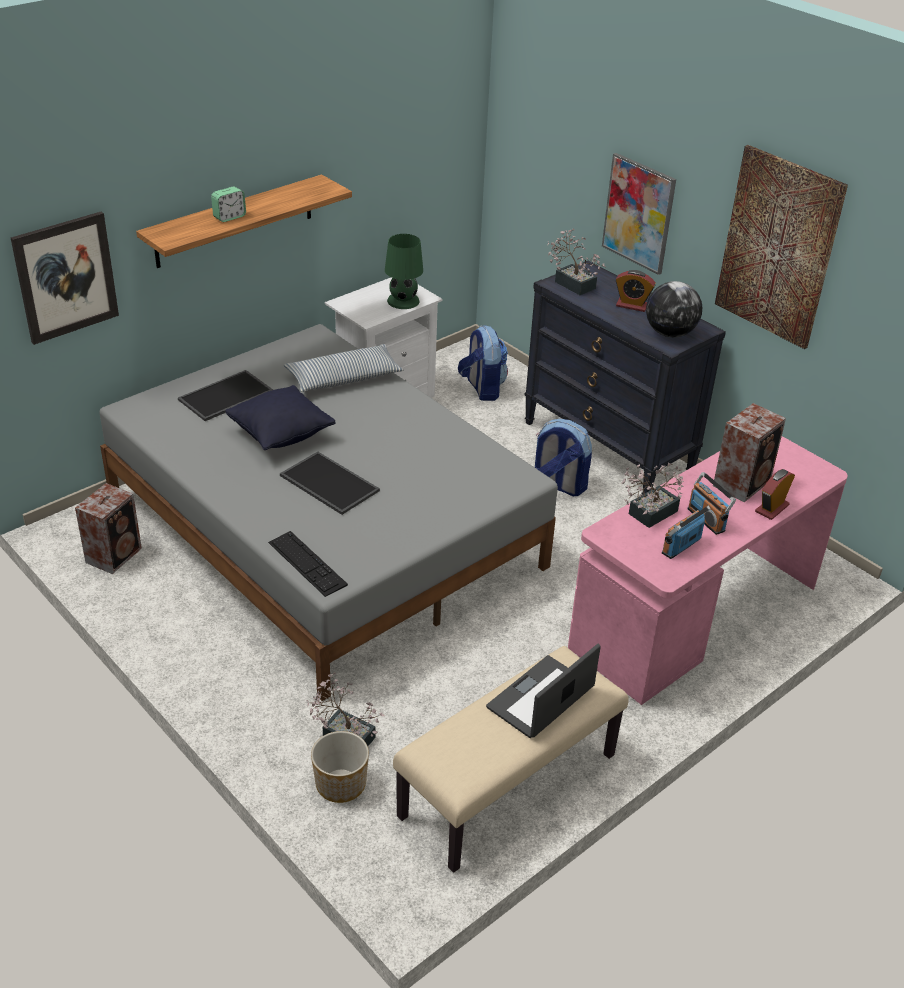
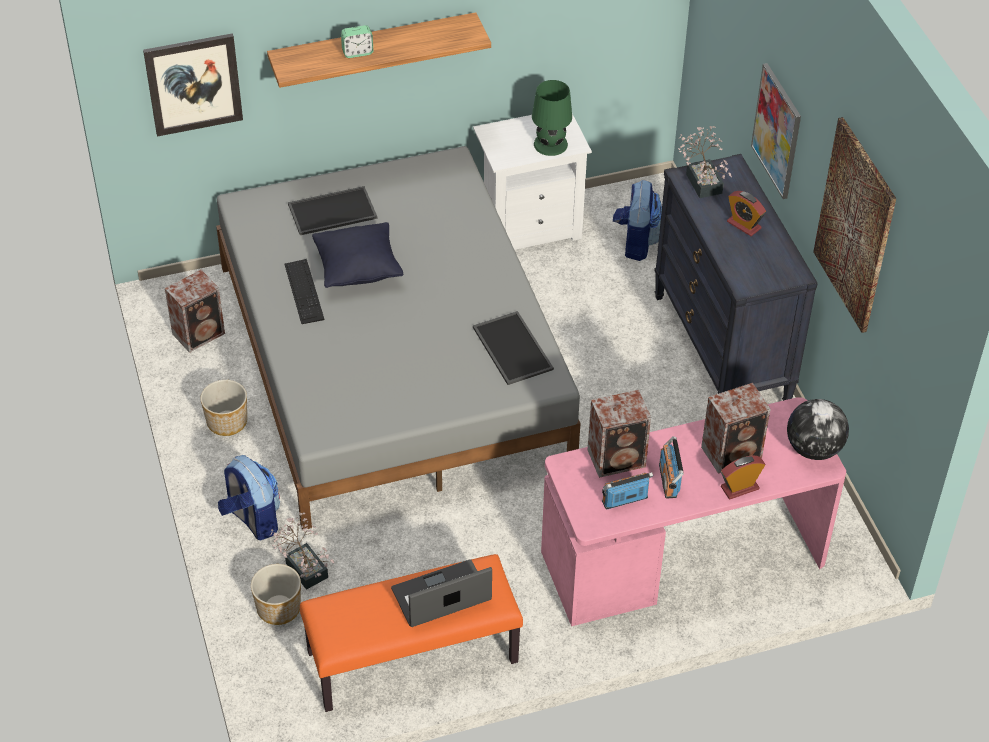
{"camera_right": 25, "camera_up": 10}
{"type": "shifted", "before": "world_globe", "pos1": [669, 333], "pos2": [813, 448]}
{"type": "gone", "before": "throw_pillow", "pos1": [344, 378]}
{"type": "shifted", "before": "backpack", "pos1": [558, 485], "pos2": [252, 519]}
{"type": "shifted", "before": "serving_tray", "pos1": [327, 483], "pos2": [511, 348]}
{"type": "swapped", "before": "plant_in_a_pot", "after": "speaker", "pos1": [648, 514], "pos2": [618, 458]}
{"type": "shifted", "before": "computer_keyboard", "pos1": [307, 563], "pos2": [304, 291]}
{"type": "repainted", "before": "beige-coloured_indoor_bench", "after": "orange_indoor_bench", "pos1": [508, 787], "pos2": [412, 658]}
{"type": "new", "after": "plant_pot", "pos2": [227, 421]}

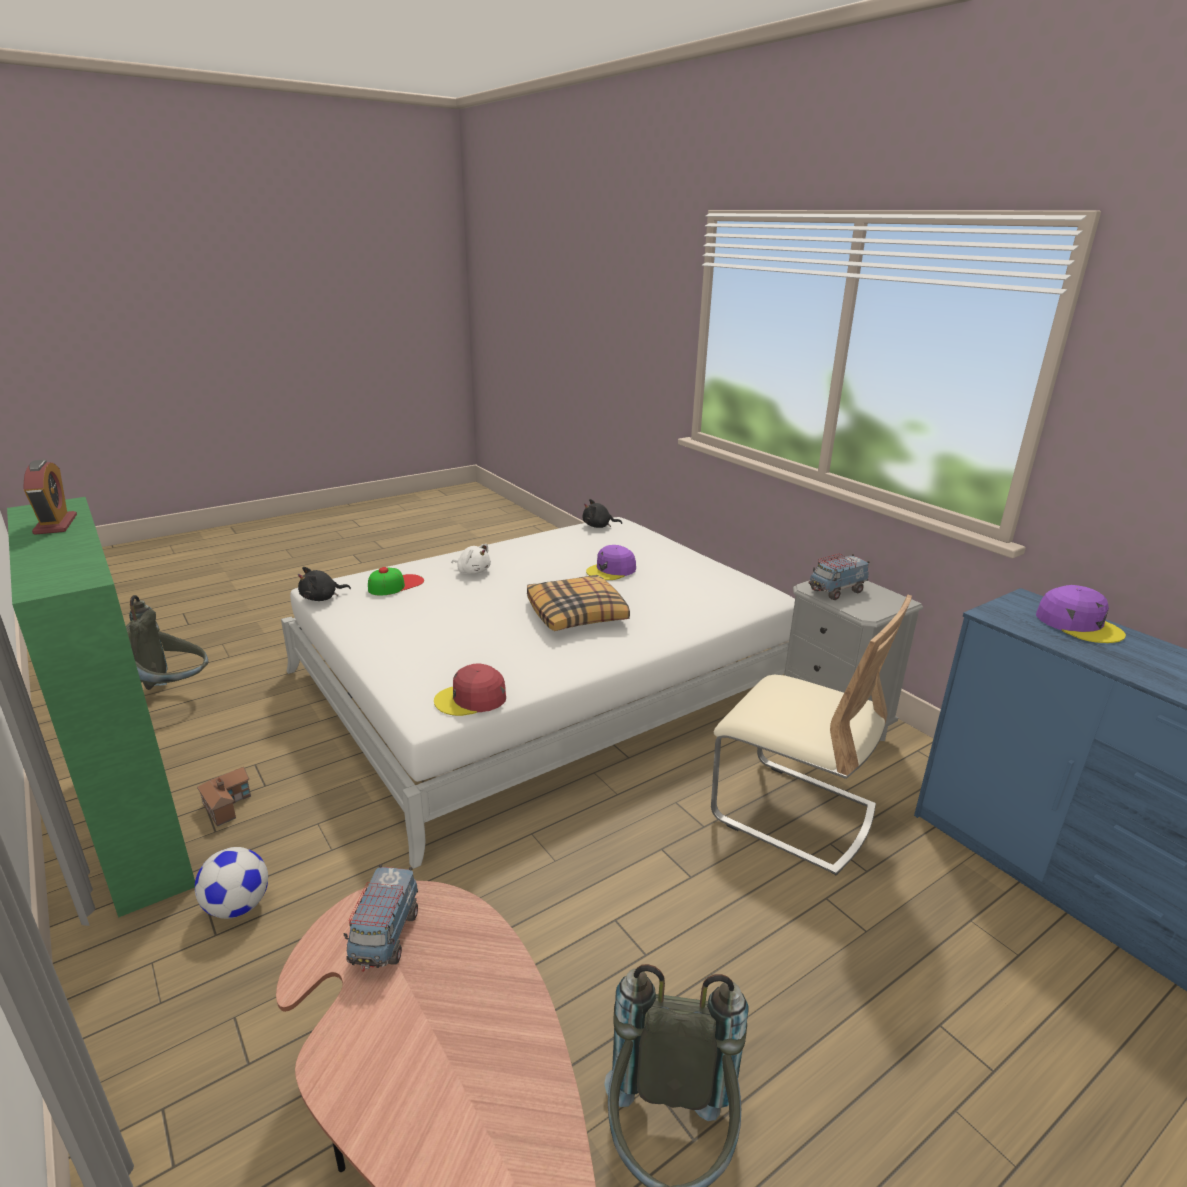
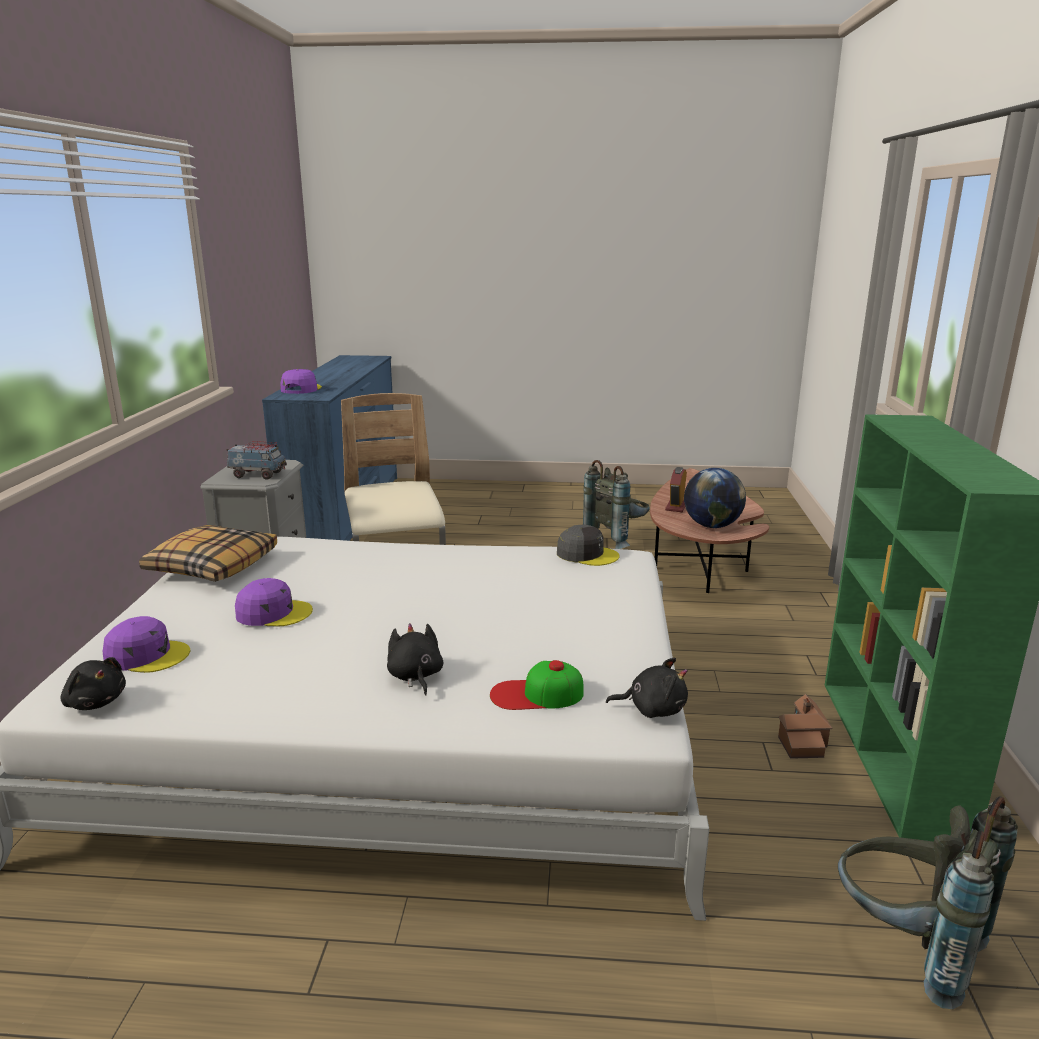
{"camera_right": -140, "camera_up": -5}
{"type": "shifted", "before": "bedside_clock", "pos1": [56, 524], "pos2": [676, 506]}
{"type": "repainted", "before": "white_cuddly_toy", "after": "blackish_cuddly_toy", "pos1": [473, 571], "pos2": [415, 676]}
{"type": "shifted", "before": "throw_pillow", "pos1": [577, 614], "pos2": [212, 566]}
{"type": "repainted", "before": "reddish_cap", "after": "gray_cap", "pos1": [471, 699], "pos2": [587, 554]}
{"type": "gone", "before": "football_ball", "pos1": [237, 906]}
{"type": "swapped", "before": "toy_lorry", "after": "world_globe", "pos1": [385, 936], "pos2": [712, 526]}
{"type": "new", "after": "purple_cap", "pos2": [147, 655]}

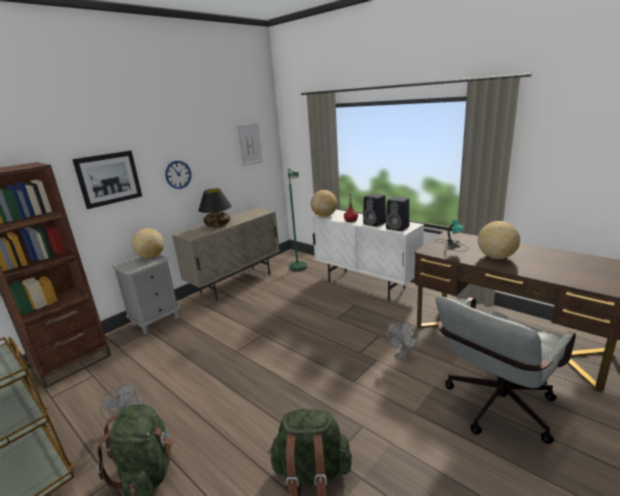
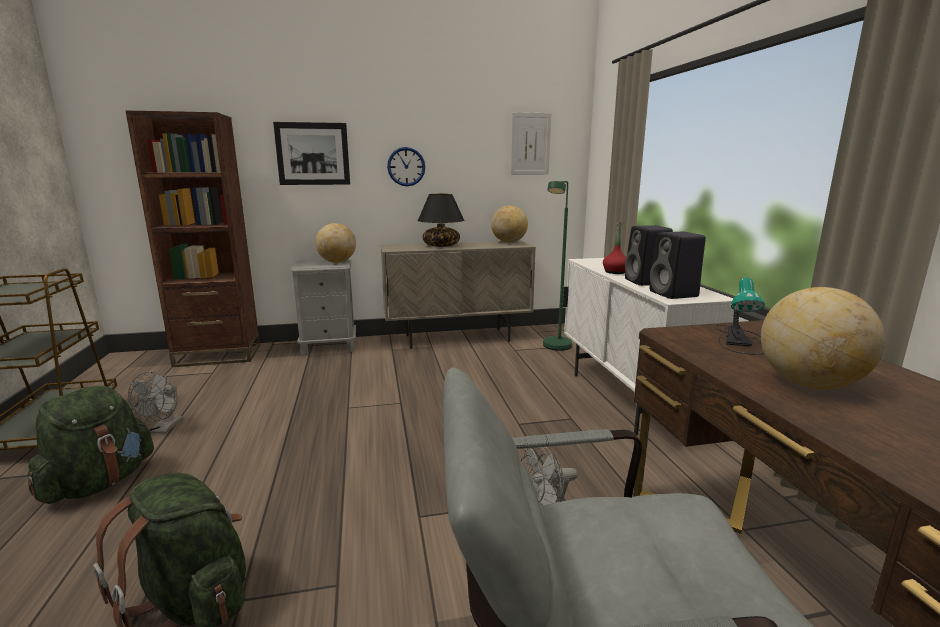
{"camera_right": 35, "camera_up": -5}
{"type": "shifted", "before": "world_globe", "pos1": [324, 216], "pos2": [509, 242]}

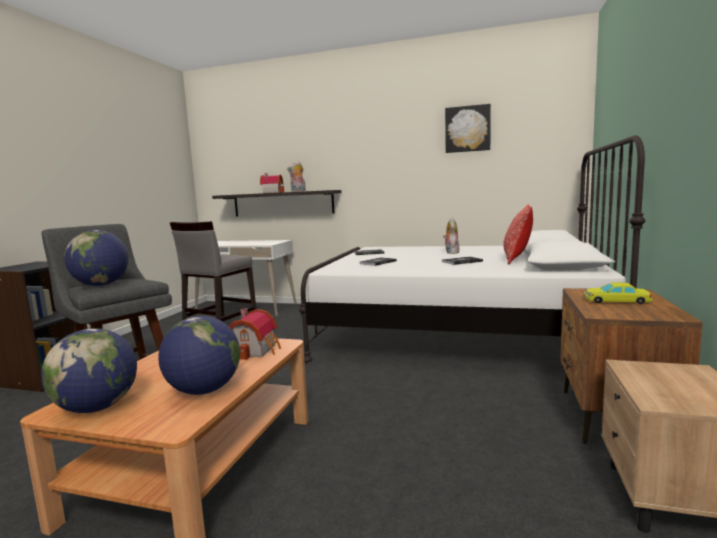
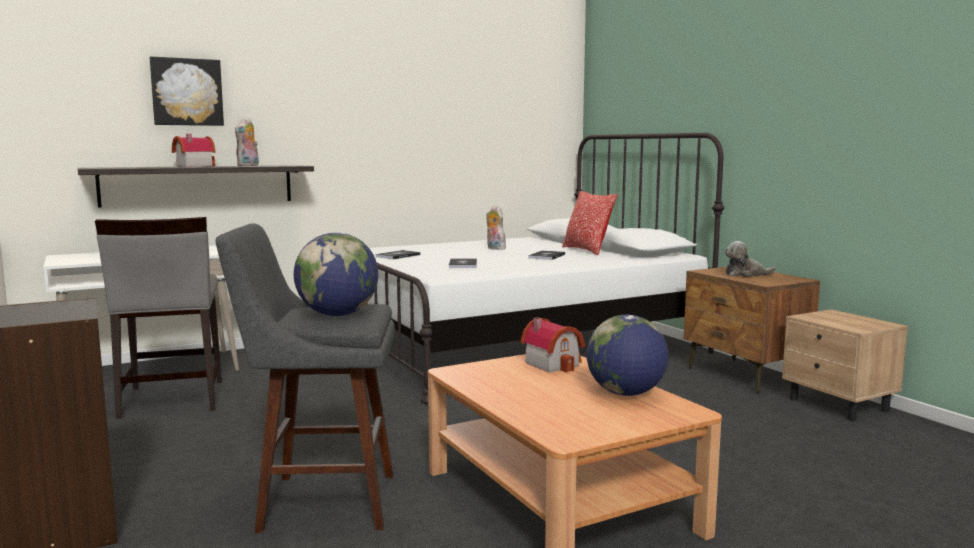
{"camera_right": -45, "camera_up": 0}
{"type": "shifted", "before": "wall_picture", "pos1": [467, 129], "pos2": [187, 92]}
{"type": "swapped", "before": "yellow_miniature_car", "after": "cuddly_toy", "pos1": [616, 300], "pos2": [745, 274]}
{"type": "gone", "before": "world_globe", "pos1": [97, 408]}

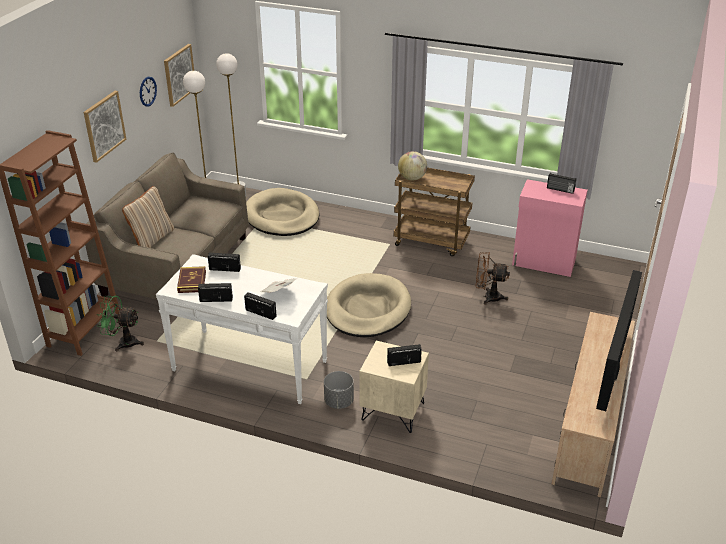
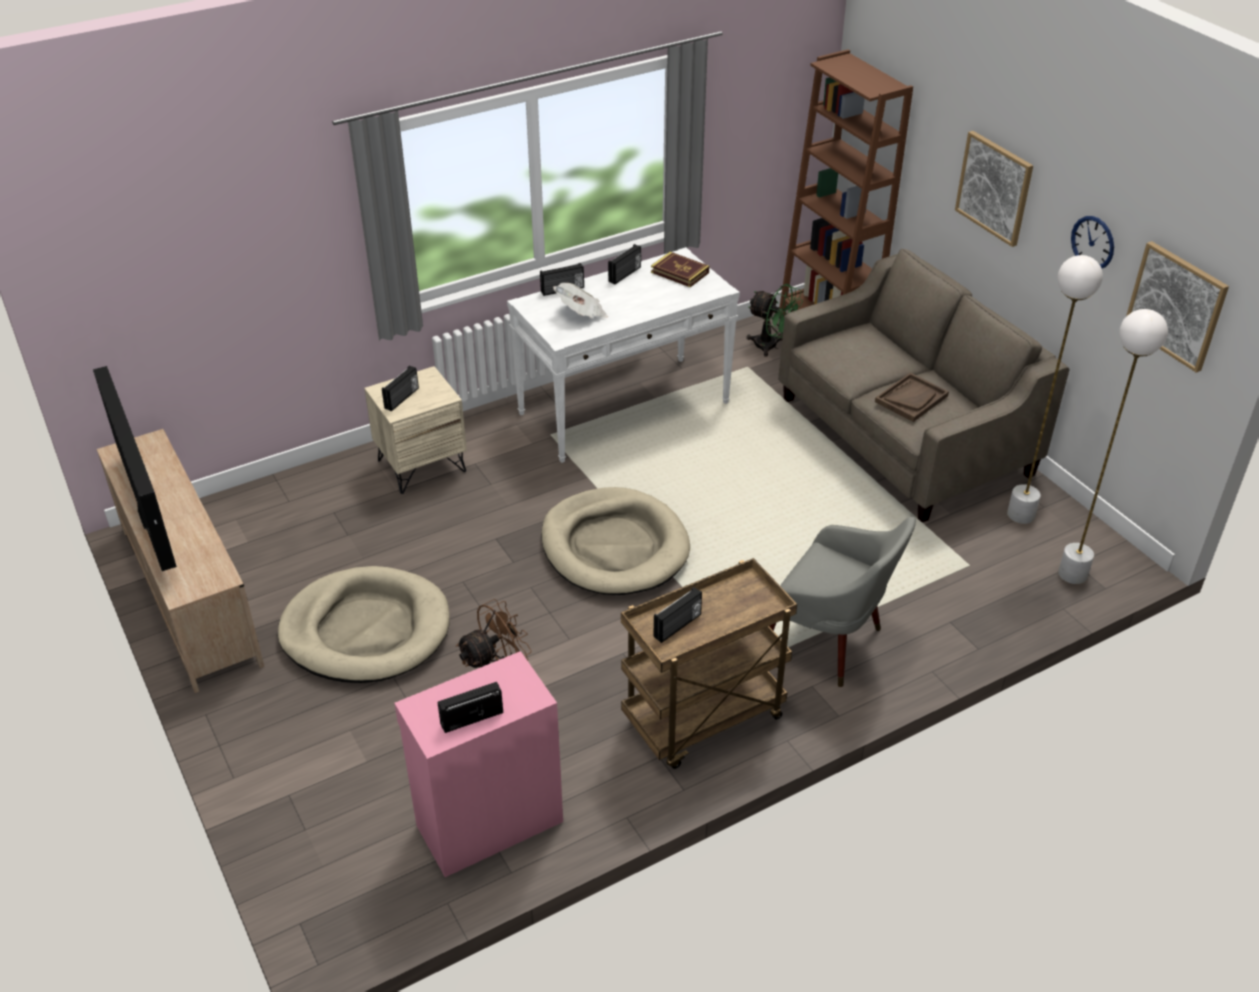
{"camera_right": 130, "camera_up": 5}
{"type": "gone", "before": "world_globe", "pos1": [412, 178]}
{"type": "gone", "before": "beige-coloured_throw_pillow", "pos1": [152, 238]}
{"type": "shifted", "before": "beige-coloured_pet_bed", "pos1": [282, 216], "pos2": [366, 630]}
{"type": "shifted", "before": "radio_set", "pos1": [225, 269], "pos2": [678, 626]}
{"type": "rotated", "before": "green_cooling_fan", "pos1": [123, 342], "pos2": [771, 346], "turn": 75}
{"type": "gone", "before": "gray_plant_pot", "pos1": [338, 401]}
{"type": "new", "after": "brownish_serving_tray", "pos2": [911, 399]}
{"type": "new", "after": "gray_armchair", "pos2": [830, 643]}

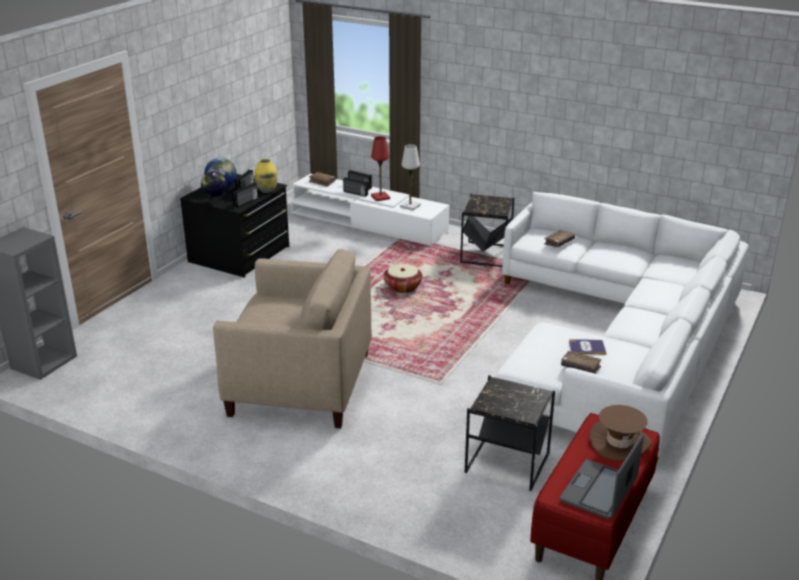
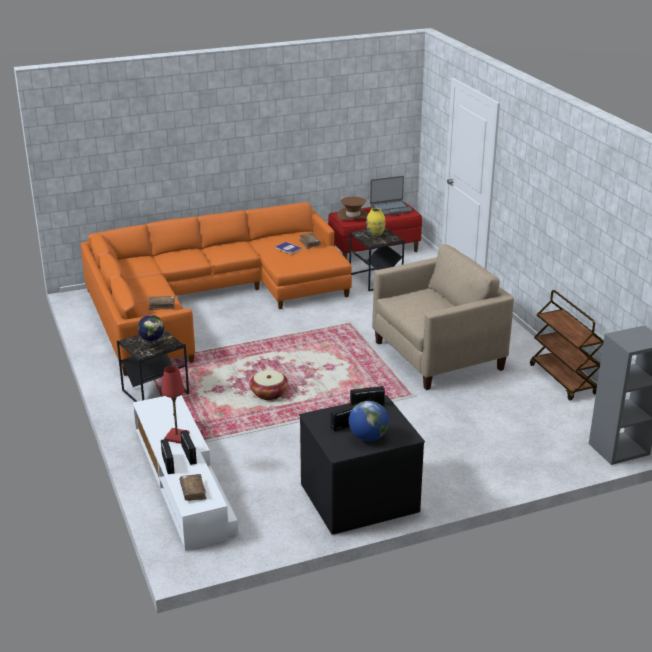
{"camera_right": -140, "camera_up": 0}
{"type": "gone", "before": "white_table_lamp", "pos1": [410, 206]}
{"type": "shifted", "before": "yellow_flower_vase", "pos1": [266, 190], "pos2": [375, 235]}
{"type": "shifted", "before": "world_globe", "pos1": [215, 202], "pos2": [152, 345]}
{"type": "repainted", "before": "white_settee", "after": "orange_settee", "pos1": [619, 342], "pos2": [207, 300]}
{"type": "rotated", "before": "beige-coloured_armchair", "pos1": [300, 384], "pos2": [437, 356], "turn": 105}
{"type": "new", "after": "brownish_cart", "pos2": [563, 380]}

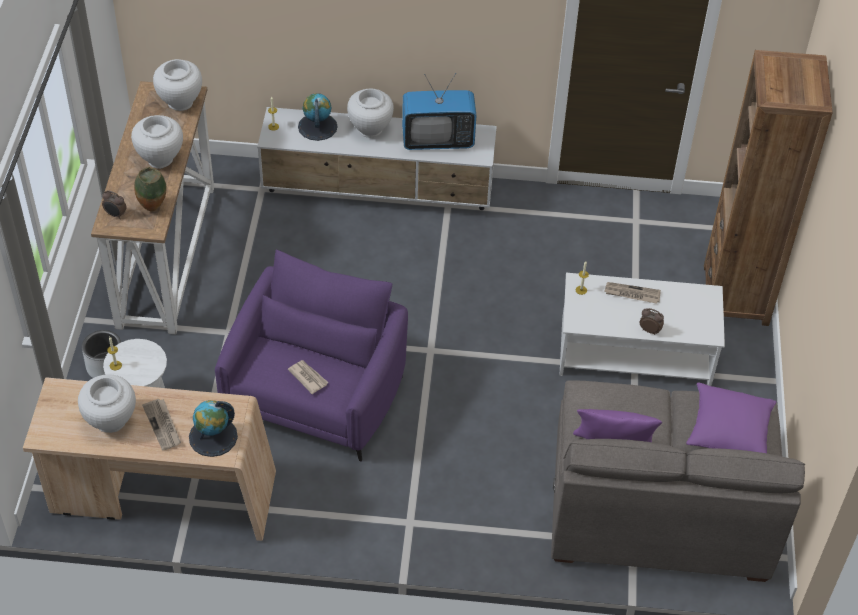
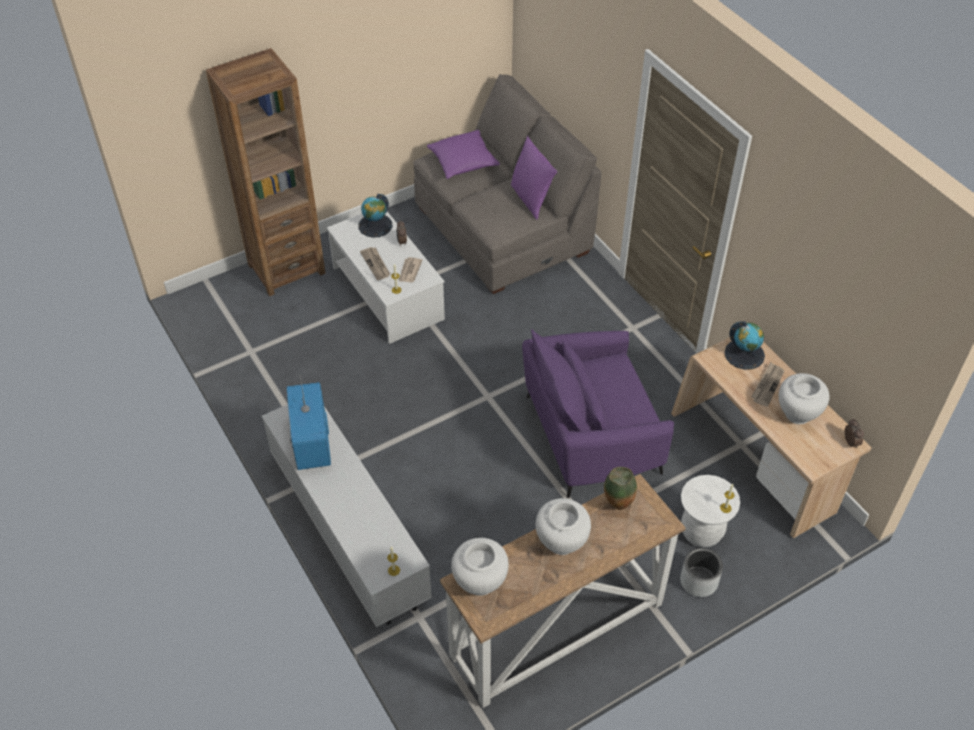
{"camera_right": -125, "camera_up": 0}
{"type": "rotated", "before": "TV_set", "pos1": [438, 140], "pos2": [312, 443], "turn": -150}
{"type": "gone", "before": "white_flower_vase", "pos1": [370, 129]}
{"type": "shifted", "before": "world_globe", "pos1": [317, 127], "pos2": [375, 225]}
{"type": "shifted", "before": "bedside_clock", "pos1": [115, 215], "pos2": [851, 442]}
{"type": "shifted", "before": "newspaper", "pos1": [308, 377], "pos2": [409, 271]}

